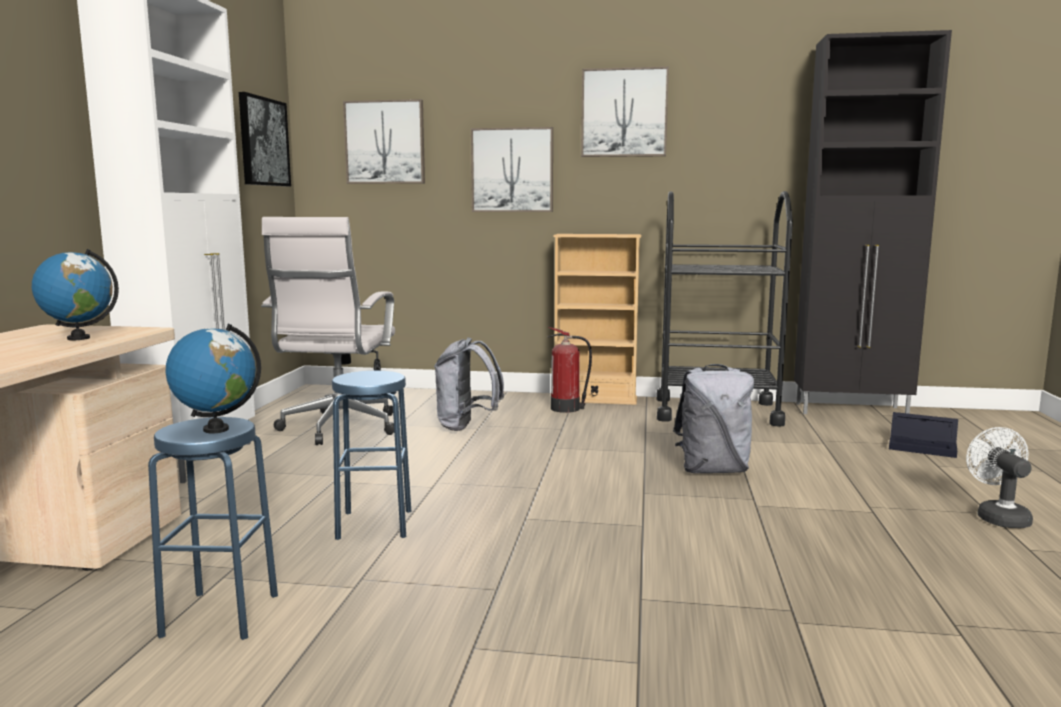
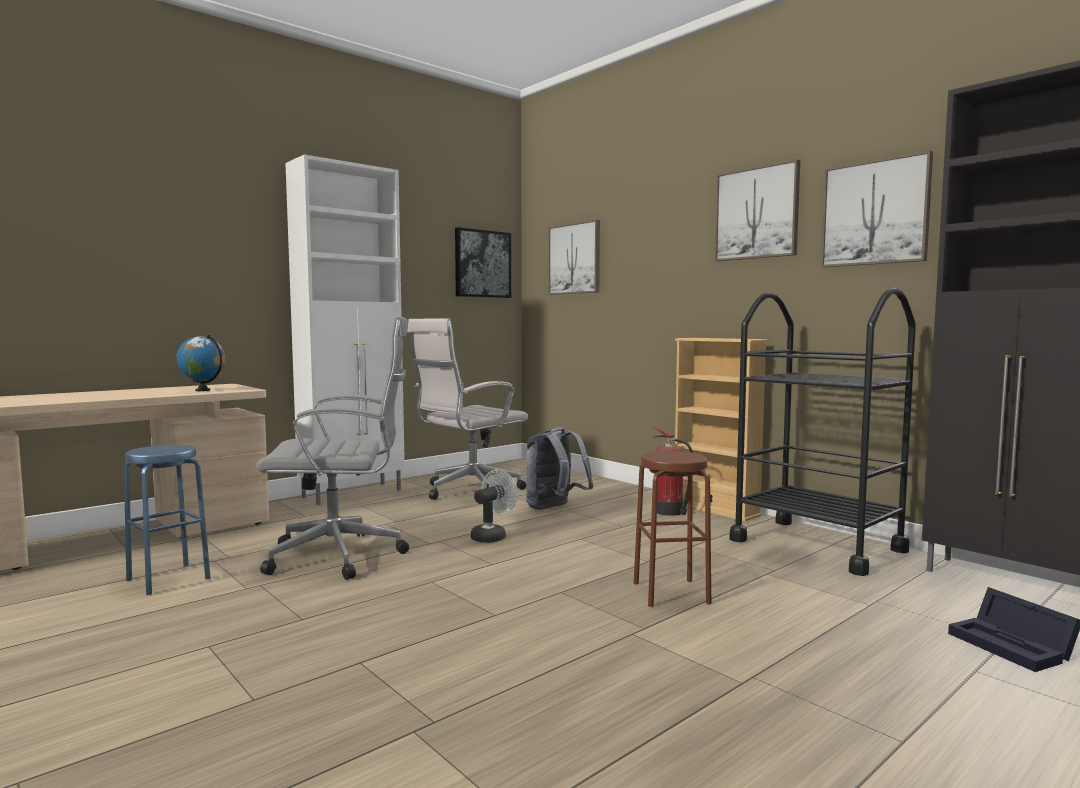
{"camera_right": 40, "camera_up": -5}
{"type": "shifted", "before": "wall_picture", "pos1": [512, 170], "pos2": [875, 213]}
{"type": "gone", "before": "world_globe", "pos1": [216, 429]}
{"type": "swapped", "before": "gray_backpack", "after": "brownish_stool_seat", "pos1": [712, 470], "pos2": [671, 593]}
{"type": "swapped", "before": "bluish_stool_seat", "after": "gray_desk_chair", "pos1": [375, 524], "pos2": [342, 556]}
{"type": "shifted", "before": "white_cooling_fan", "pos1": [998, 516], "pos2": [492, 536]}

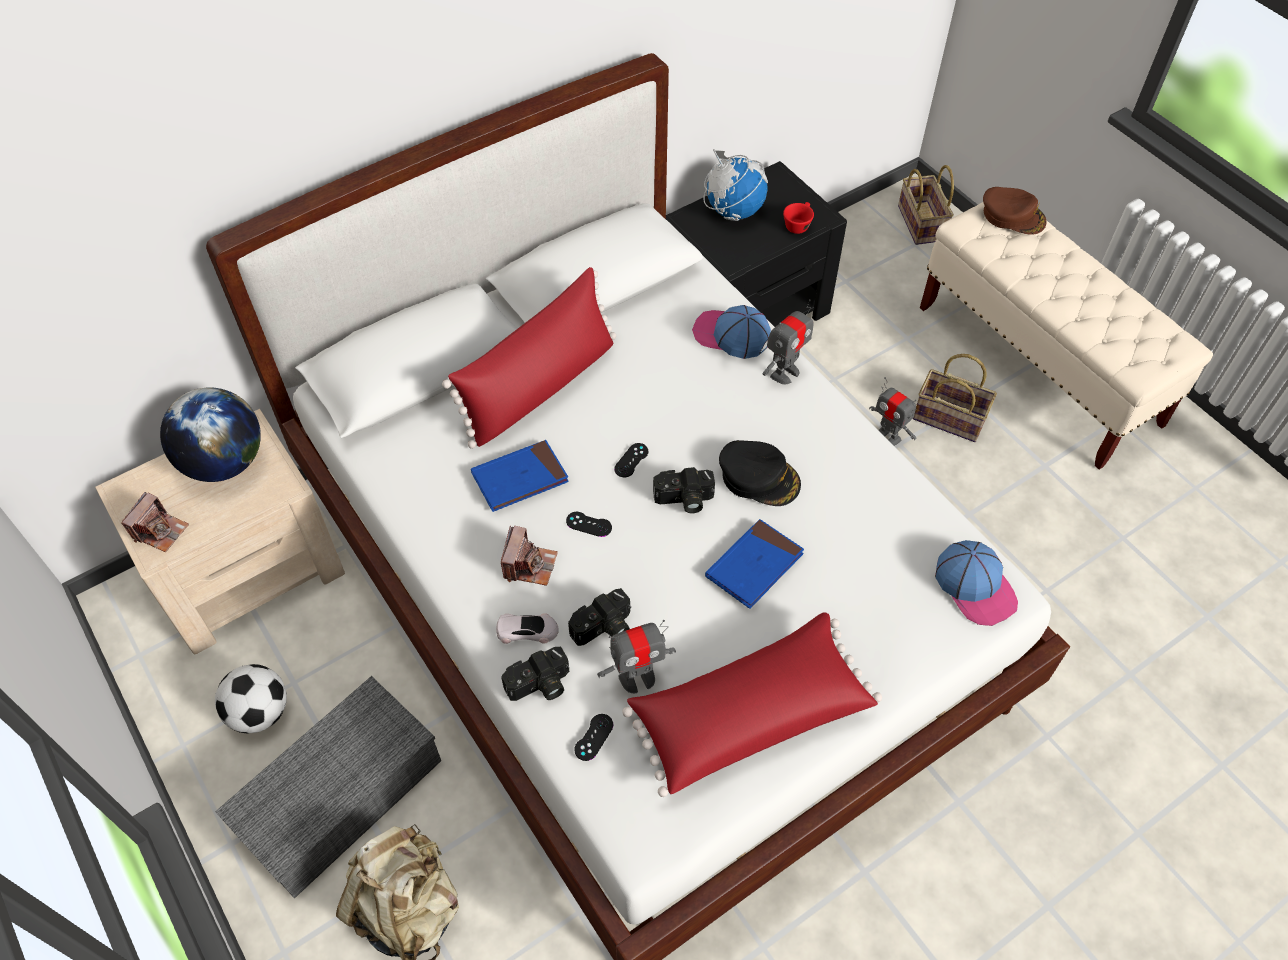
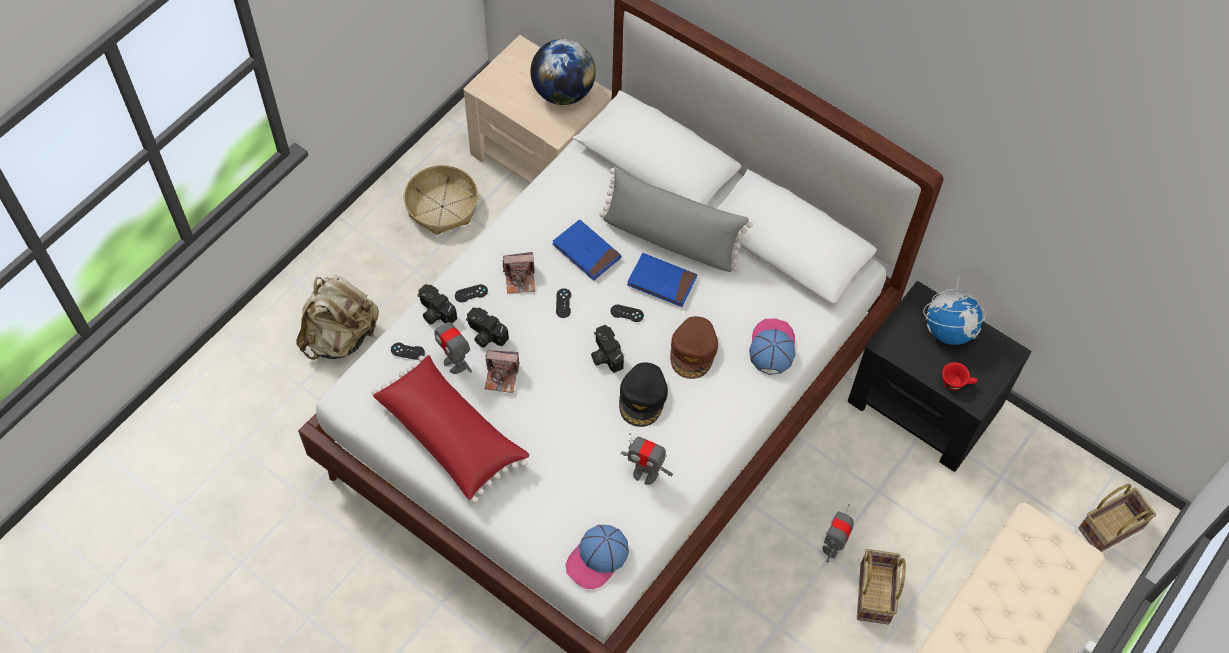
{"camera_right": 70, "camera_up": 5}
{"type": "shifted", "before": "brownish_cap", "pos1": [1012, 215], "pos2": [693, 351]}
{"type": "repainted", "before": "reddish_throw_pillow", "after": "gray_throw_pillow", "pos1": [540, 387], "pos2": [671, 239]}
{"type": "shifted", "before": "robot_figure", "pos1": [784, 373], "pos2": [645, 474]}
{"type": "shifted", "before": "still_camera", "pos1": [160, 531], "pos2": [501, 376]}
{"type": "shifted", "before": "bluish_volume", "pos1": [754, 566], "pos2": [662, 281]}
{"type": "swapped", "before": "white_miniature_car", "after": "blackish_game_controller", "pos1": [527, 630], "pos2": [471, 293]}
{"type": "swapped", "before": "football_ball", "after": "basket", "pos1": [259, 712], "pos2": [442, 206]}
{"type": "gone", "before": "gray_storage_box", "pos1": [341, 792]}

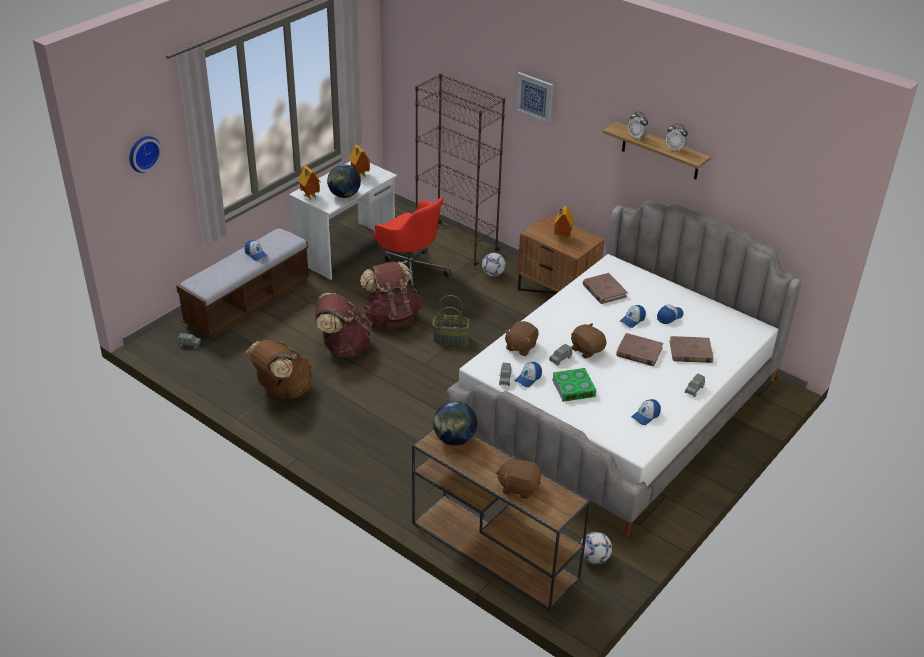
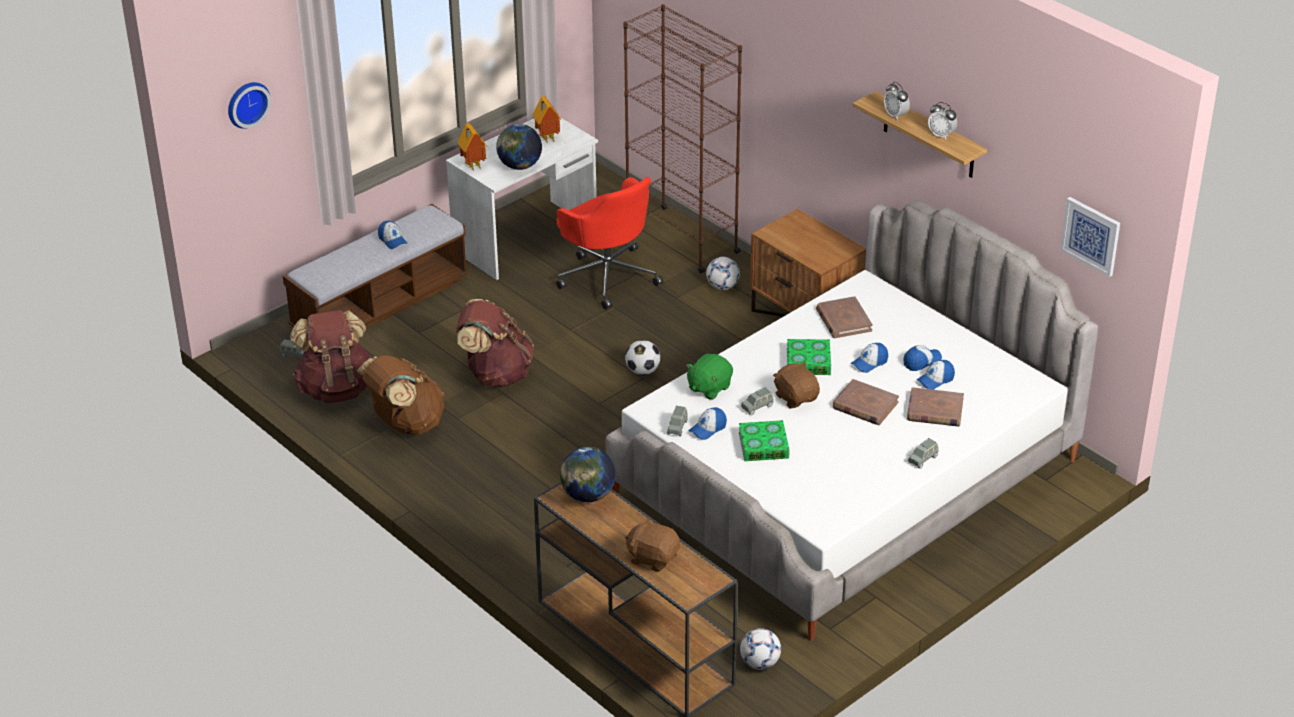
{"camera_right": 10, "camera_up": 0}
{"type": "shifted", "before": "wall_picture", "pos1": [534, 97], "pos2": [1091, 236]}
{"type": "gone", "before": "miniature_house", "pos1": [561, 238]}
{"type": "shifted", "before": "brownish_backpack", "pos1": [391, 318], "pos2": [336, 388]}
{"type": "swapped", "before": "basket", "after": "football_ball", "pos1": [451, 338], "pos2": [642, 371]}
{"type": "repainted", "before": "brownish_cuddly_toy", "after": "green_cuddly_toy", "pos1": [520, 347], "pos2": [709, 388]}
{"type": "shifted", "before": "cap", "pos1": [645, 416], "pos2": [935, 380]}
{"type": "new", "after": "volume", "pos2": [808, 361]}

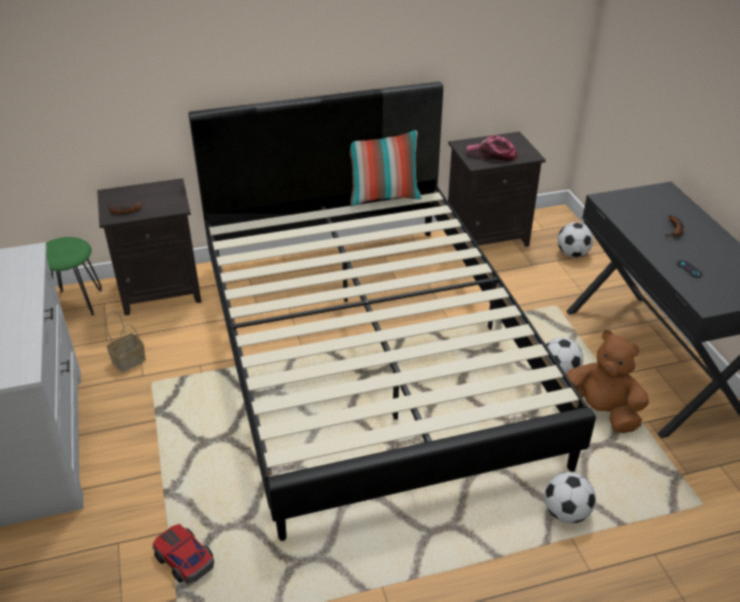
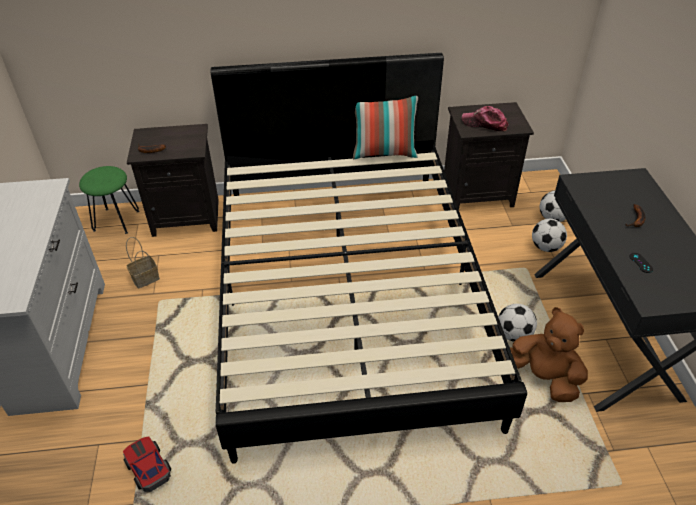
{"camera_right": 10, "camera_up": 5}
{"type": "shifted", "before": "football_ball", "pos1": [566, 512], "pos2": [545, 247]}

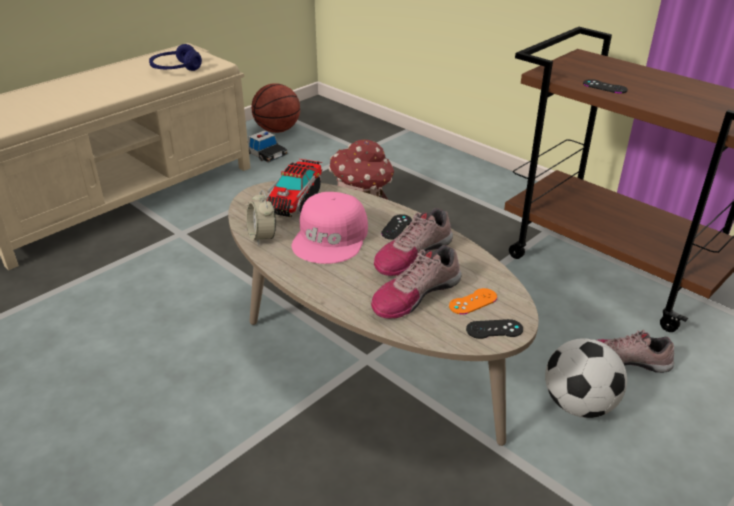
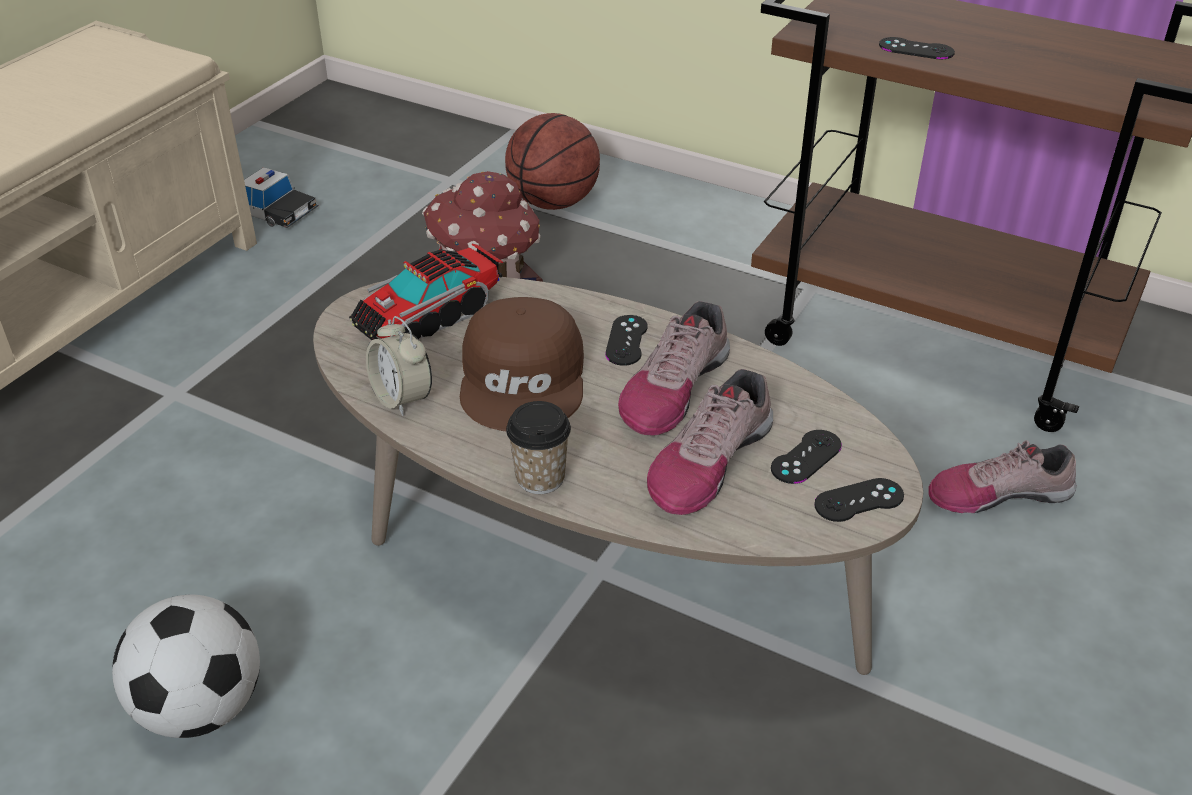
{"camera_right": -15, "camera_up": 5}
{"type": "gone", "before": "bluish_headset", "pos1": [176, 69]}
{"type": "shifted", "before": "basketball_ball", "pos1": [277, 130], "pos2": [553, 202]}
{"type": "rotated", "before": "toy_lorry", "pos1": [295, 200], "pos2": [429, 316], "turn": 45}
{"type": "repainted", "before": "pink_cap", "after": "brownish_cap", "pos1": [331, 238], "pos2": [525, 379]}
{"type": "repainted", "before": "orange_game_controller", "after": "blackish_game_controller", "pos1": [473, 301], "pos2": [806, 457]}
{"type": "shifted", "before": "football_ball", "pos1": [579, 405], "pos2": [202, 708]}
{"type": "new", "after": "small_cup", "pos2": [540, 478]}

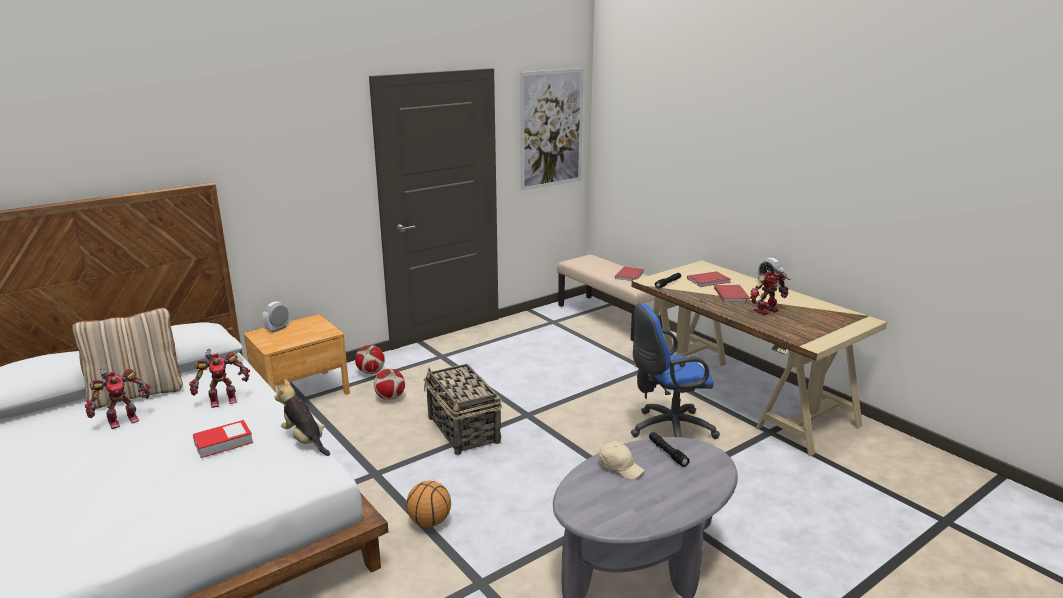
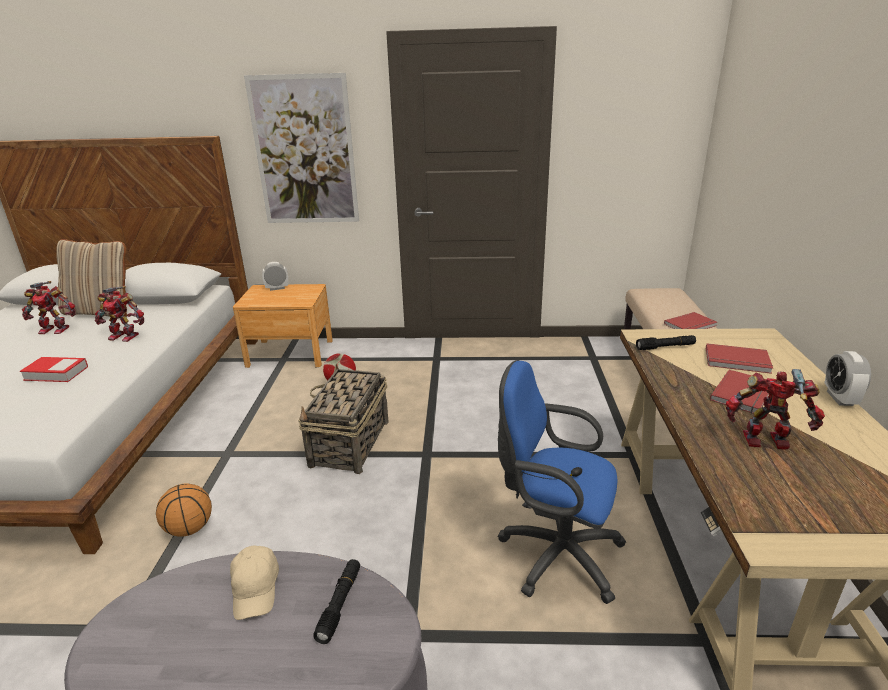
{"camera_right": 40, "camera_up": 5}
{"type": "shifted", "before": "wall_picture", "pos1": [551, 129], "pos2": [304, 151]}
{"type": "gone", "before": "football_ball", "pos1": [371, 372]}
{"type": "gone", "before": "cuddly_toy", "pos1": [305, 440]}

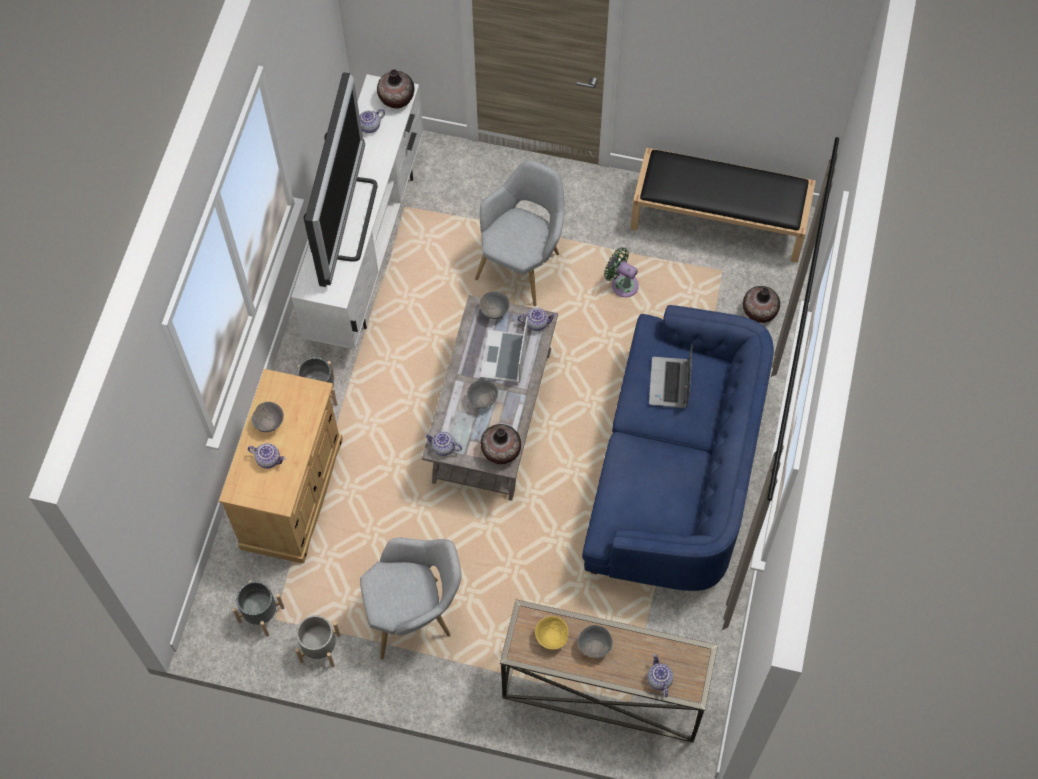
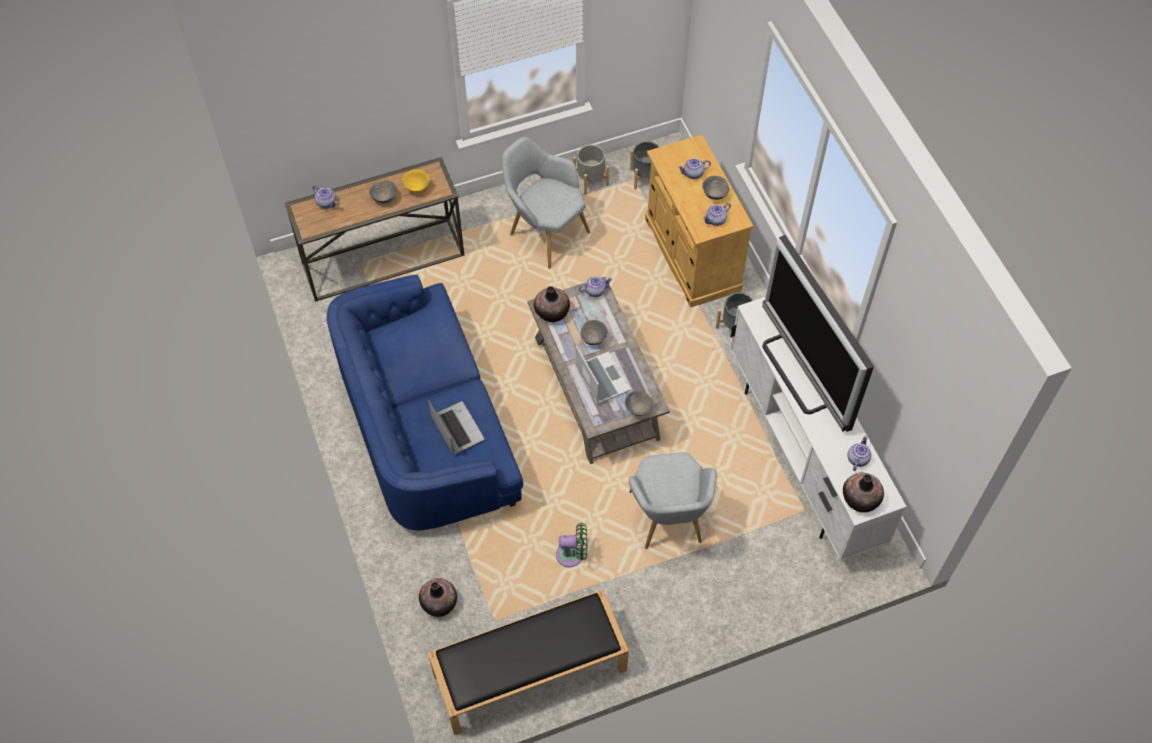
{"camera_right": 145, "camera_up": -5}
{"type": "shifted", "before": "tea_pot", "pos1": [537, 323], "pos2": [715, 220]}
{"type": "rotated", "before": "gray_armchair", "pos1": [415, 614], "pos2": [544, 232], "turn": 90}

